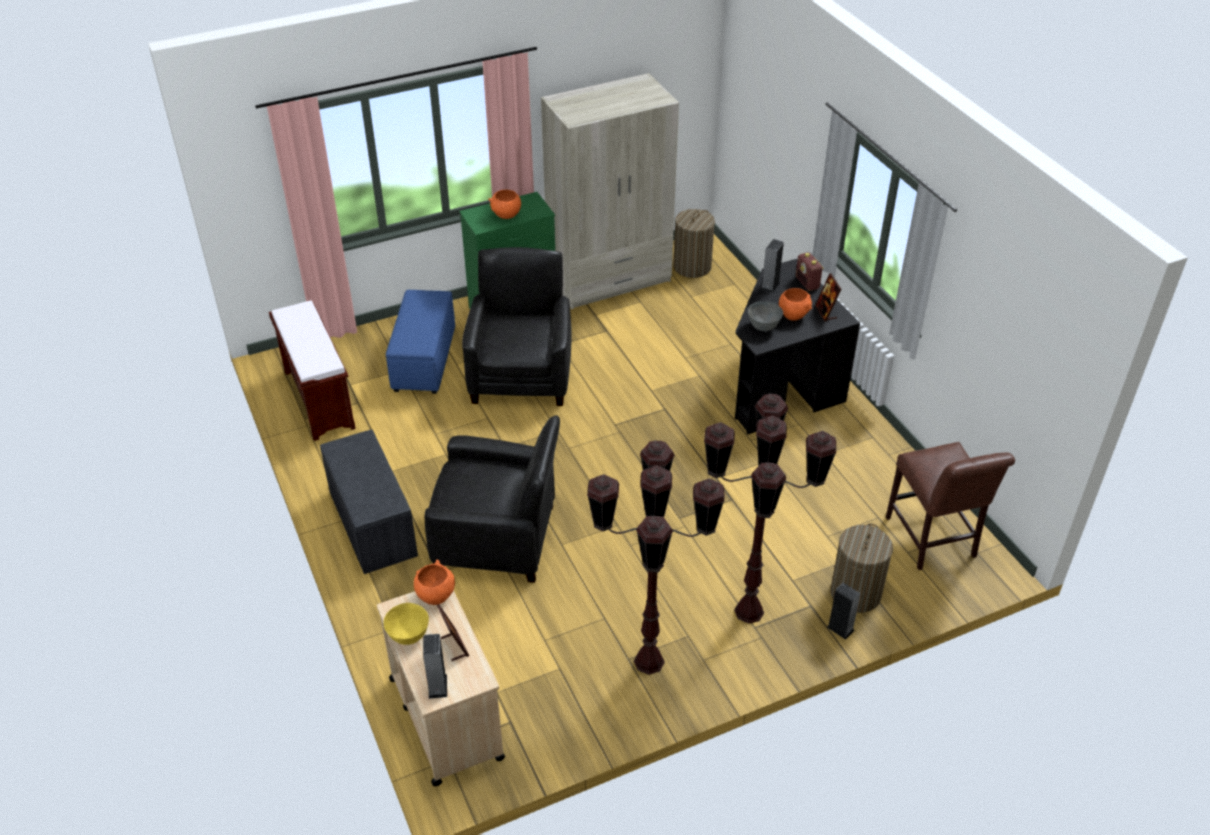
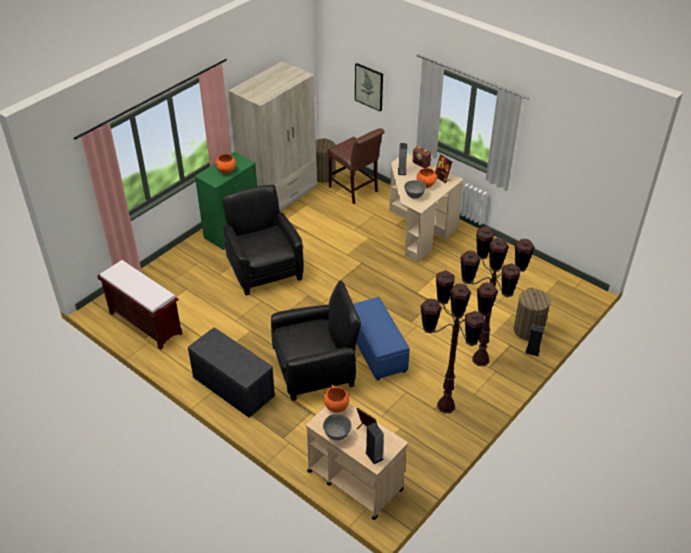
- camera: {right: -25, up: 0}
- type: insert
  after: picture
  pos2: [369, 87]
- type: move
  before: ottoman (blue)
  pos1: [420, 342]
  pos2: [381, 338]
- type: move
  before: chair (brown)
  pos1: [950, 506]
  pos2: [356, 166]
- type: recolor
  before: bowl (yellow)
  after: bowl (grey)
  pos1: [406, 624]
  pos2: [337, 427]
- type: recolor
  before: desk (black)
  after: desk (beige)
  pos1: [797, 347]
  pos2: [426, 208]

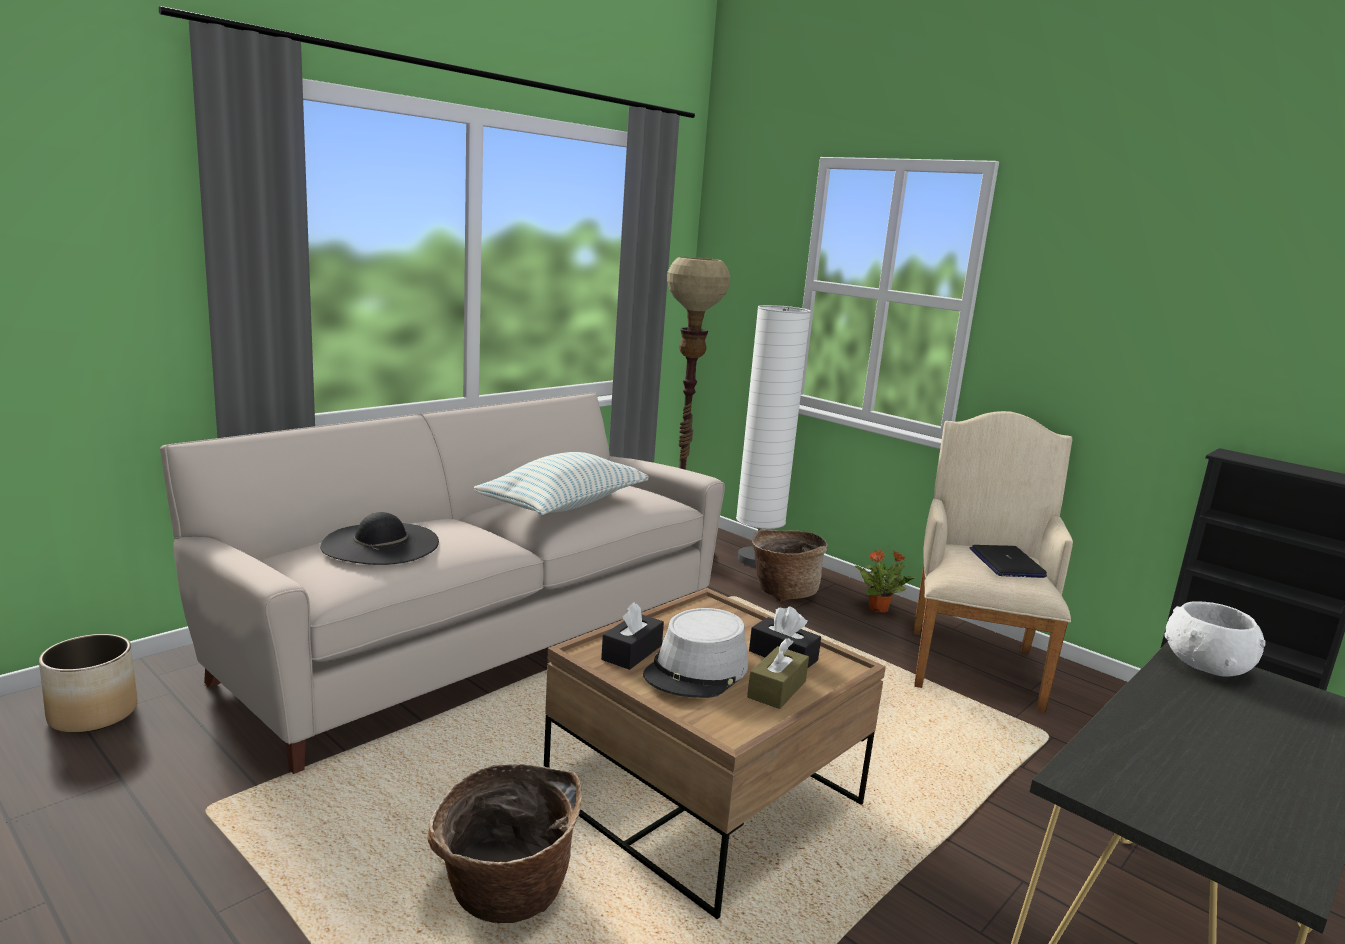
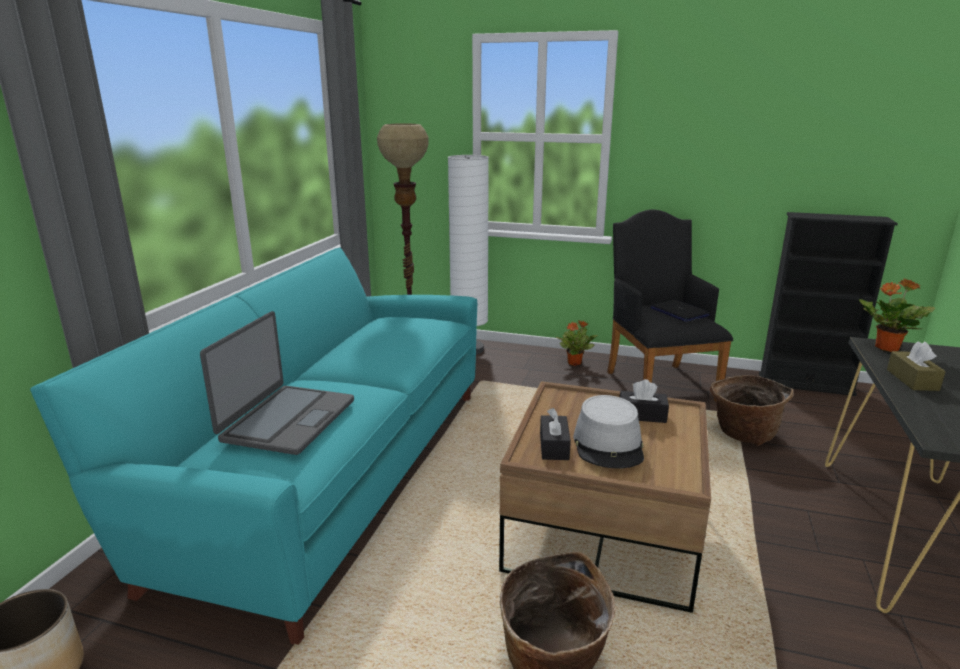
- camera: {right: -25, up: 5}
- type: delete
  before: pillow
  pos1: [561, 483]
- type: move
  before: tissue box (brown)
  pos1: [778, 673]
  pos2: [916, 366]
- type: move
  before: basket
  pos1: [790, 565]
  pos2: [752, 410]
- type: replace
  before: hat (black)
  after: laptop
  pos1: [379, 538]
  pos2: [277, 383]
- type: replace
  before: bowl (white)
  after: potted plant
  pos1: [1215, 639]
  pos2: [897, 315]
- type: recolor
  before: sofa (beige)
  after: sofa (turquoise)
  pos1: [442, 583]
  pos2: [253, 446]
- type: recolor
  before: armchair (beige)
  after: armchair (black)
  pos1: [993, 562]
  pos2: [670, 305]

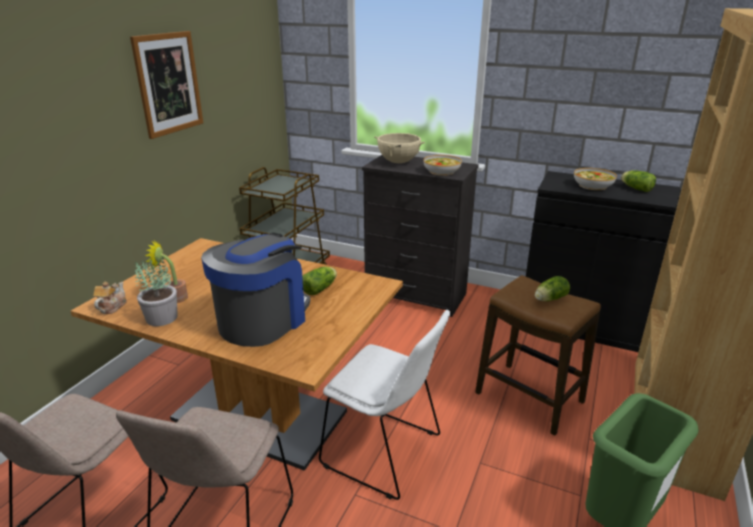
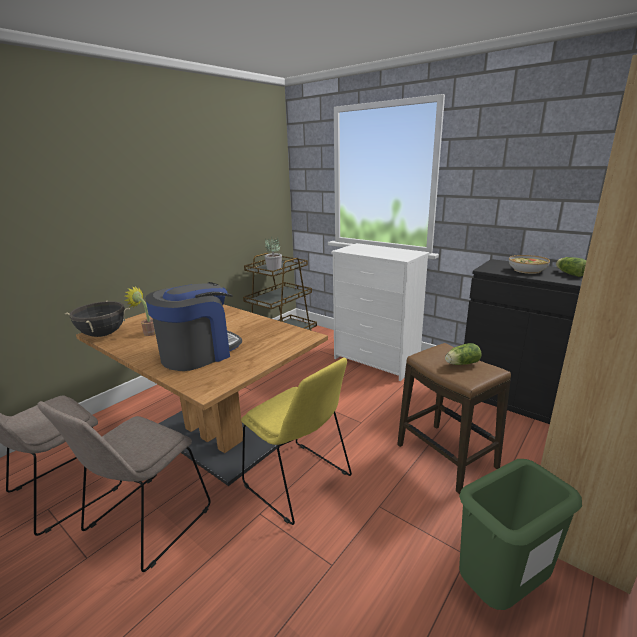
- camera: {right: 15, up: -5}
- type: delete
  before: picture
  pos1: [166, 85]
- type: delete
  before: lettuce
  pos1: [319, 280]
- type: delete
  before: cooking pot (beige)
  pos1: [399, 148]
- type: delete
  before: bowl
  pos1: [442, 165]
- type: move
  before: potted plant
  pos1: [156, 291]
  pos2: [273, 253]
- type: replace
  before: teapot
  after: cooking pot (black)
  pos1: [110, 298]
  pos2: [97, 318]
- type: recolor
  before: chair (white)
  after: chair (yellow)
  pos1: [384, 405]
  pos2: [296, 441]
- type: recolor
  before: dresser (black)
  after: dresser (white)
  pos1: [420, 236]
  pos2: [380, 312]

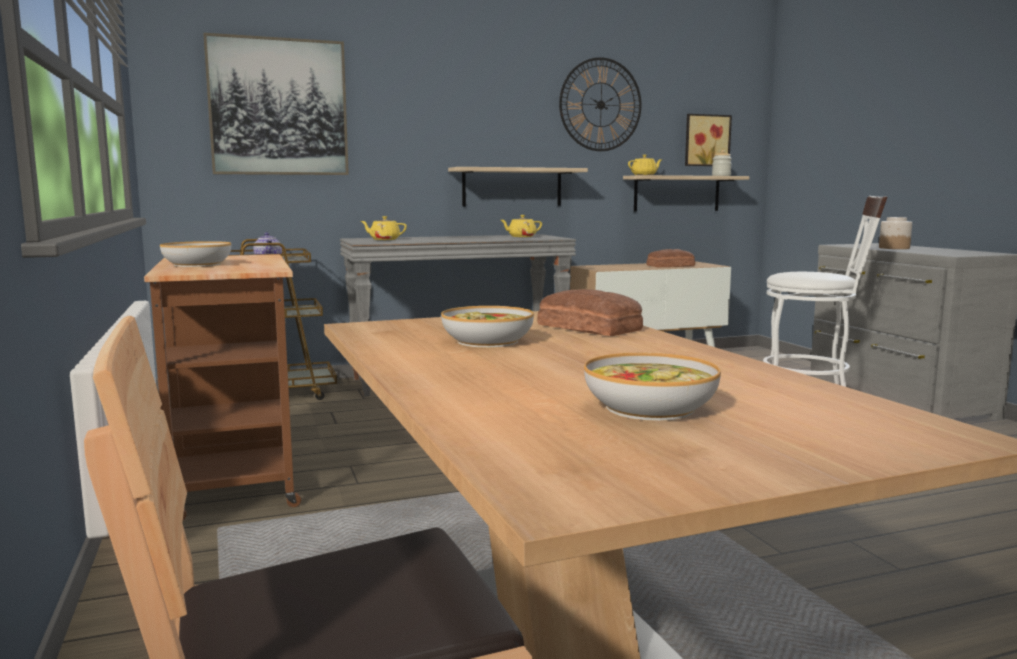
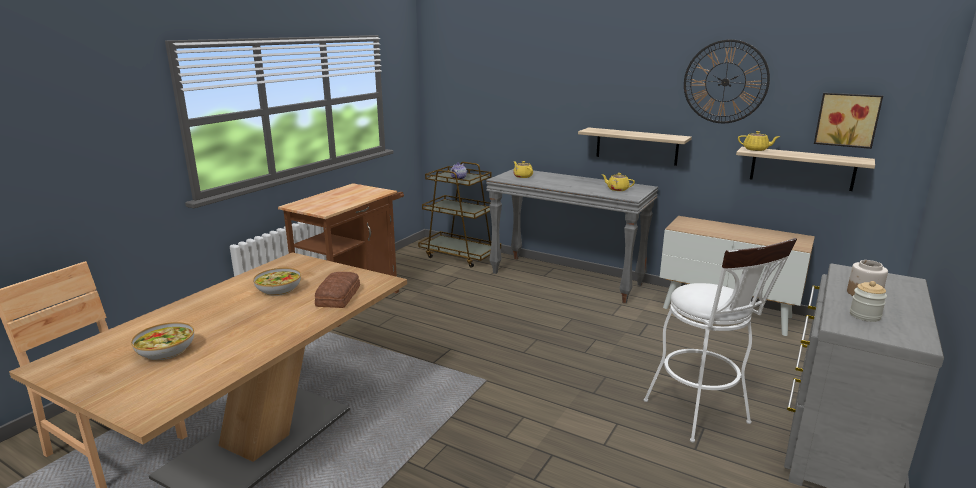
- camera: {right: 50, up: 10}
- type: delete
  before: bowl
  pos1: [195, 254]
- type: delete
  before: picture
  pos1: [276, 104]
- type: delete
  before: bread
  pos1: [671, 258]
- type: move
  before: jar
  pos1: [722, 163]
  pos2: [868, 301]

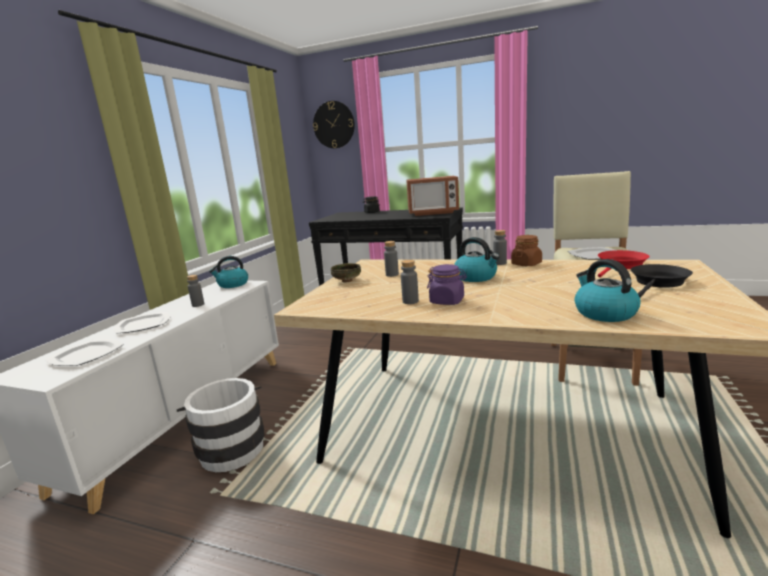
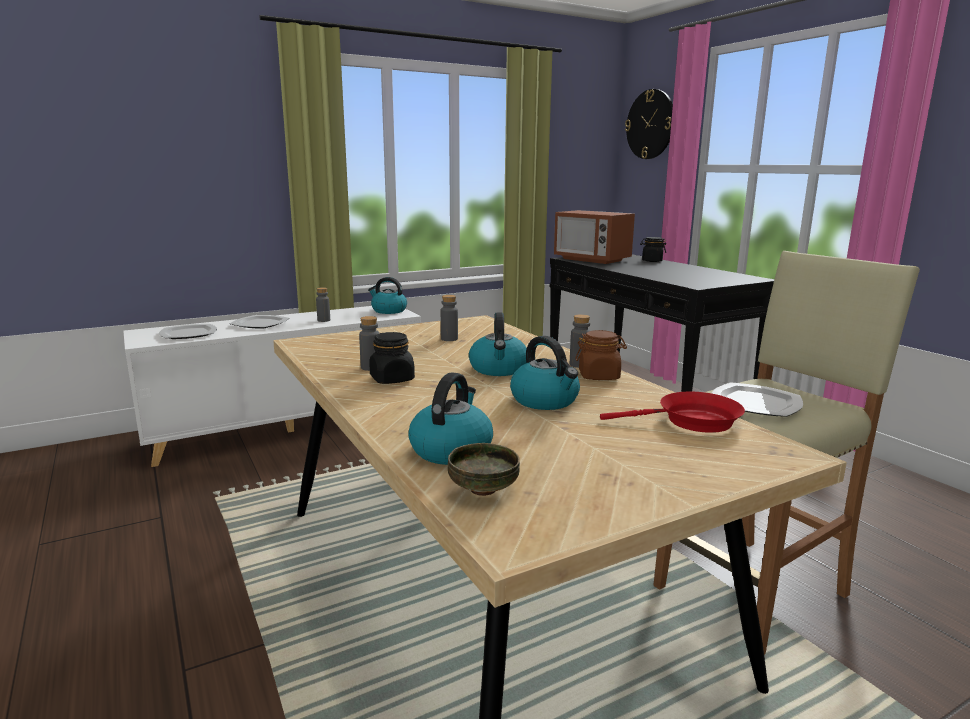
- camera: {right: 40, up: 0}
- type: delete
  before: bucket (white)
  pos1: [220, 425]
- type: delete
  before: frying pan (black)
  pos1: [662, 281]
- type: insert
  after: kettle
  pos2: [545, 373]
- type: move
  before: bowl
  pos1: [346, 273]
  pos2: [484, 469]
- type: move
  before: microwave
  pos1: [432, 196]
  pos2: [594, 237]
- type: recolor
  before: jar (purple)
  after: jar (black)
  pos1: [447, 284]
  pos2: [392, 358]

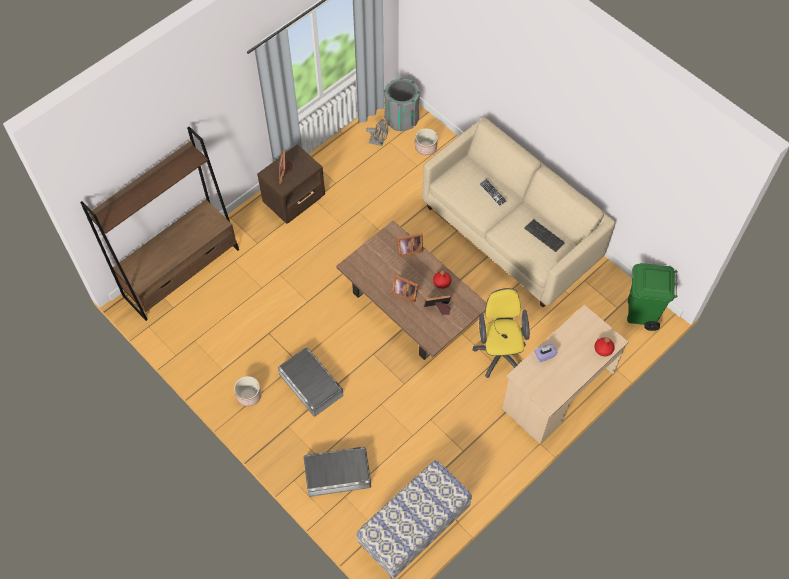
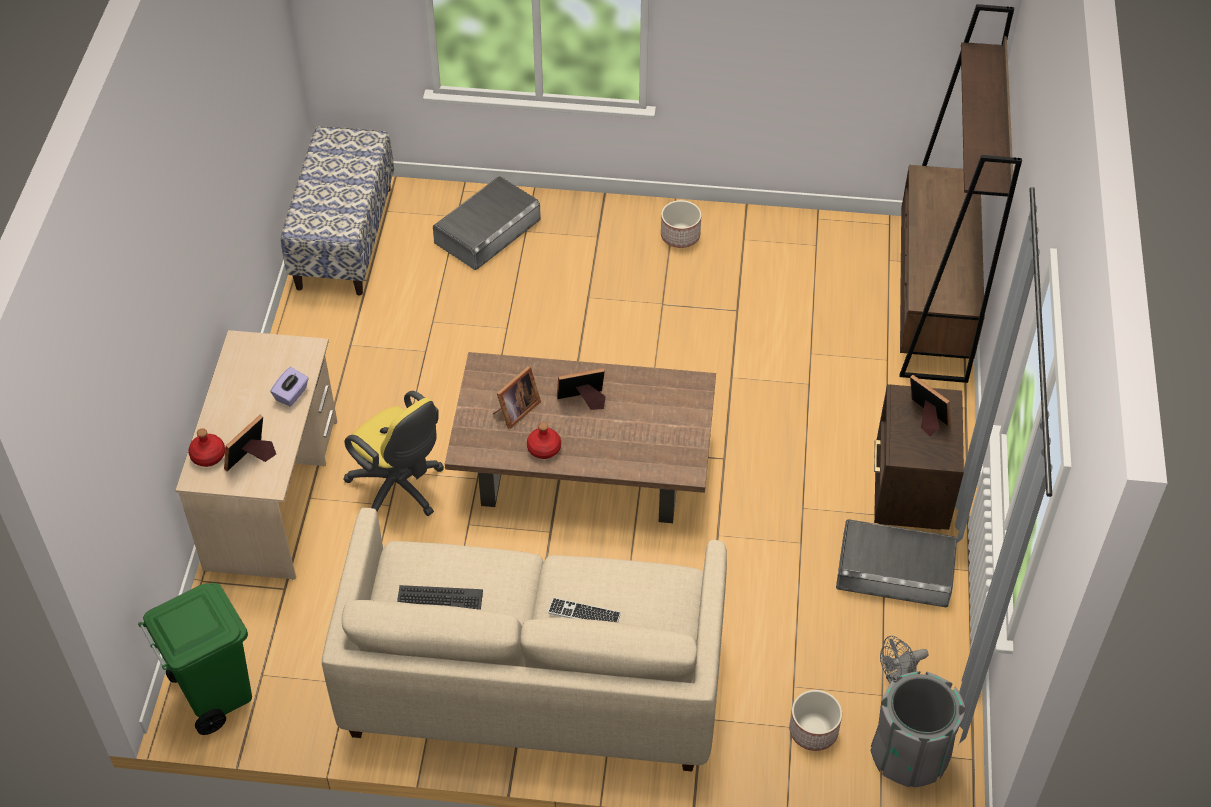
- camera: {right: 140, up: -10}
- type: move
  before: storage box (grey)
  pos1: [310, 382]
  pos2: [896, 563]
- type: move
  before: picture frame
  pos1: [410, 245]
  pos2: [250, 443]

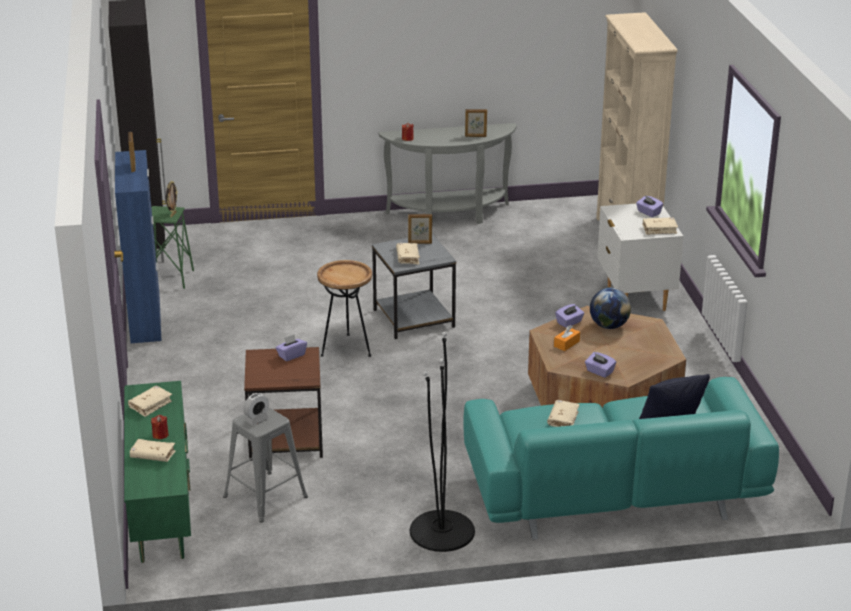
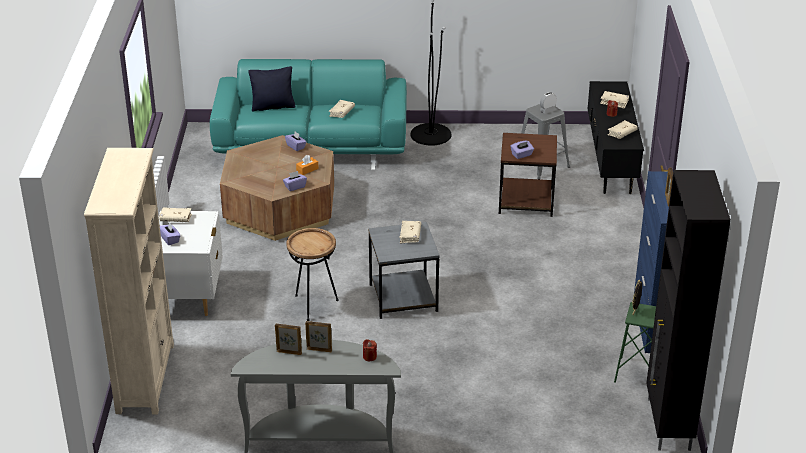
- camera: {right: -170, up: 5}
- type: delete
  before: globe
  pos1: [610, 308]
- type: move
  before: side table (brown)
  pos1: [344, 308]
  pos2: [312, 274]
- type: move
  before: picture frame
  pos1: [420, 229]
  pos2: [318, 336]
- type: recolor
  before: tv stand (green)
  after: tv stand (black)
  pos1: [157, 472]
  pos2: [616, 137]

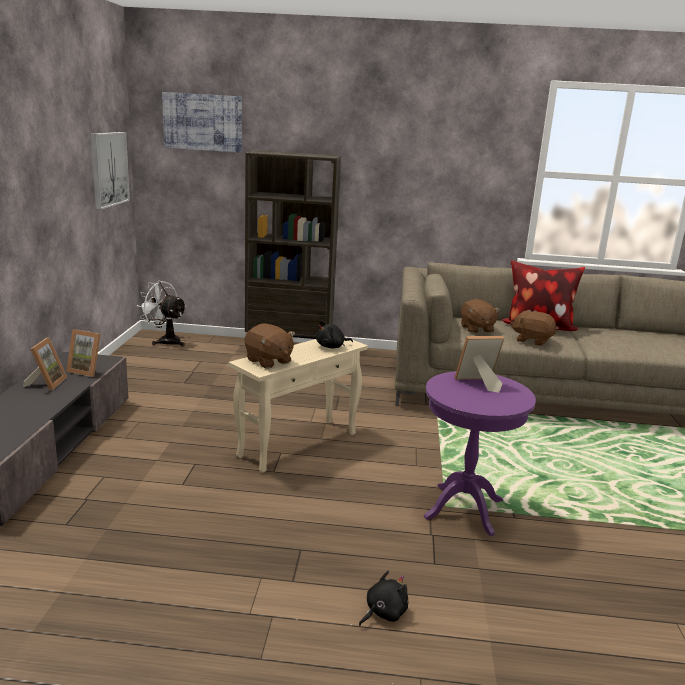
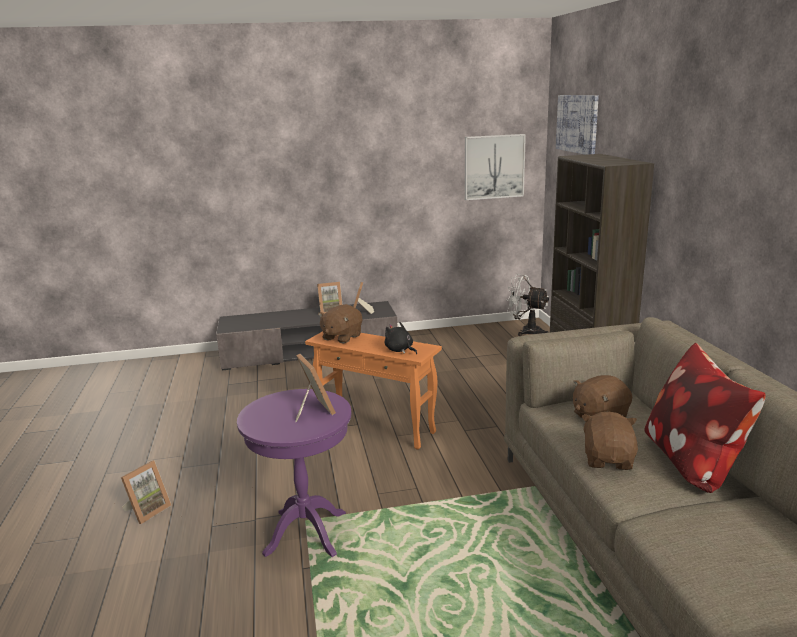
- camera: {right: 75, up: 0}
- type: replace
  before: plush toy (black)
  after: picture frame
  pos1: [383, 598]
  pos2: [146, 492]
- type: recolor
  before: side table (beige)
  after: side table (orange)
  pos1: [298, 405]
  pos2: [373, 390]
- type: rotate
  before: fan (white)
  pos1: [162, 314]
  pos2: [528, 305]
  turn: -75

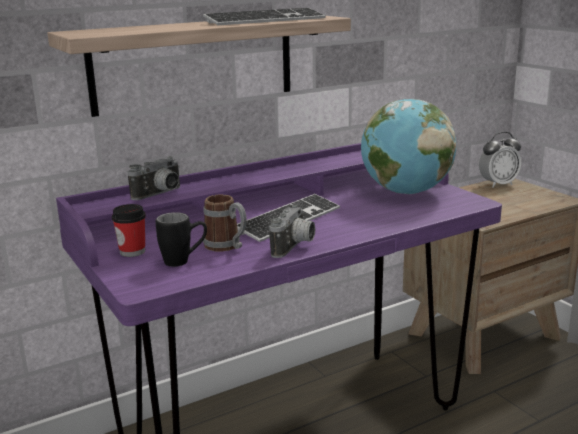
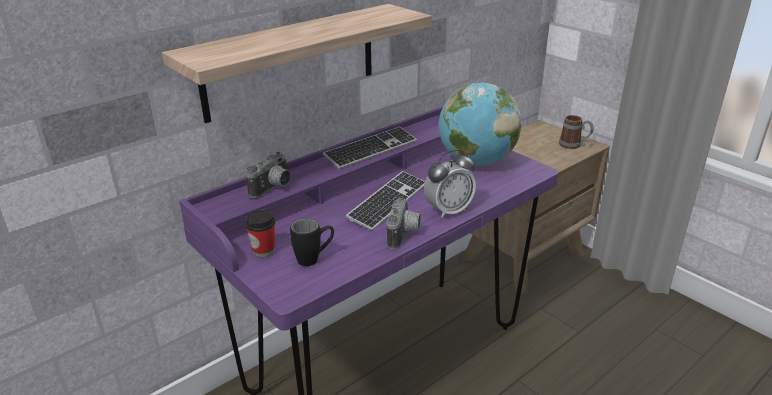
- camera: {right: -10, up: 10}
- type: move
  before: keyboard
  pos1: [264, 16]
  pos2: [370, 148]
- type: move
  before: mug
  pos1: [225, 223]
  pos2: [576, 132]
- type: move
  before: alarm clock
  pos1: [500, 160]
  pos2: [450, 184]

